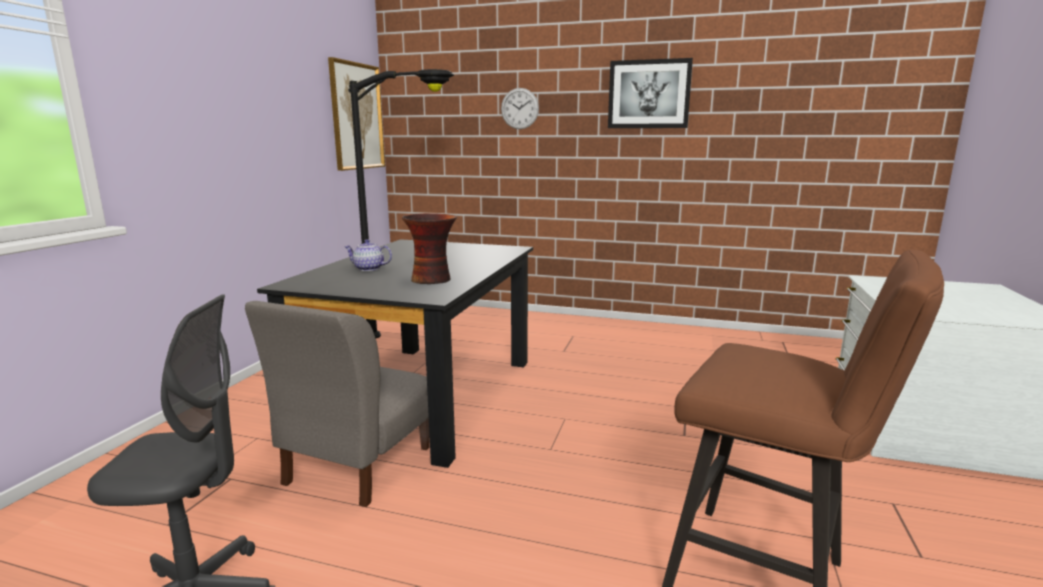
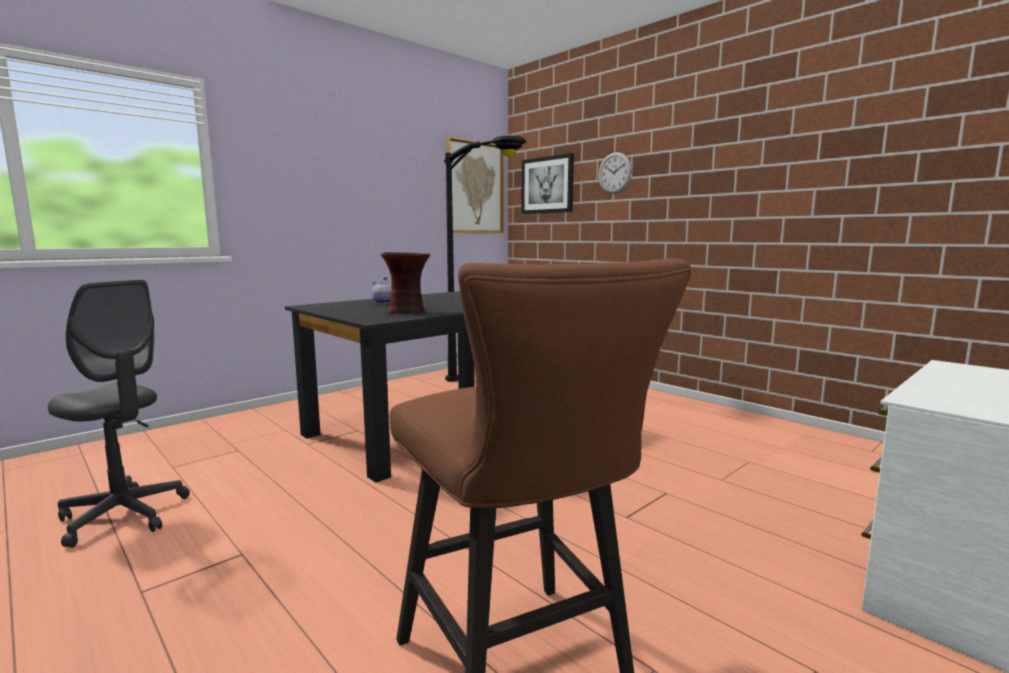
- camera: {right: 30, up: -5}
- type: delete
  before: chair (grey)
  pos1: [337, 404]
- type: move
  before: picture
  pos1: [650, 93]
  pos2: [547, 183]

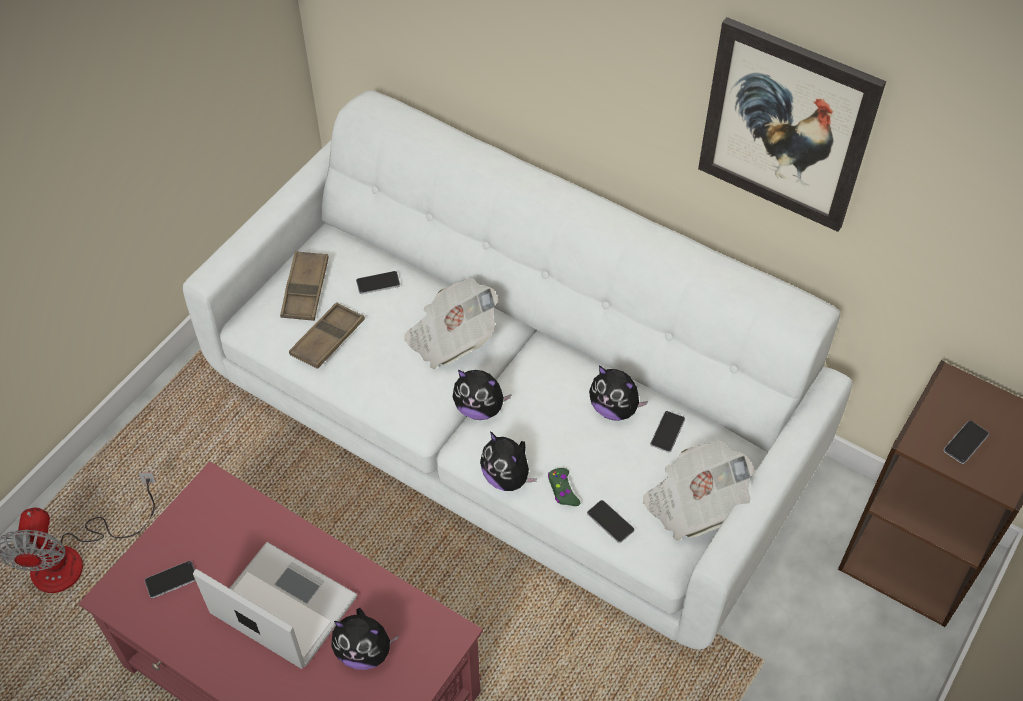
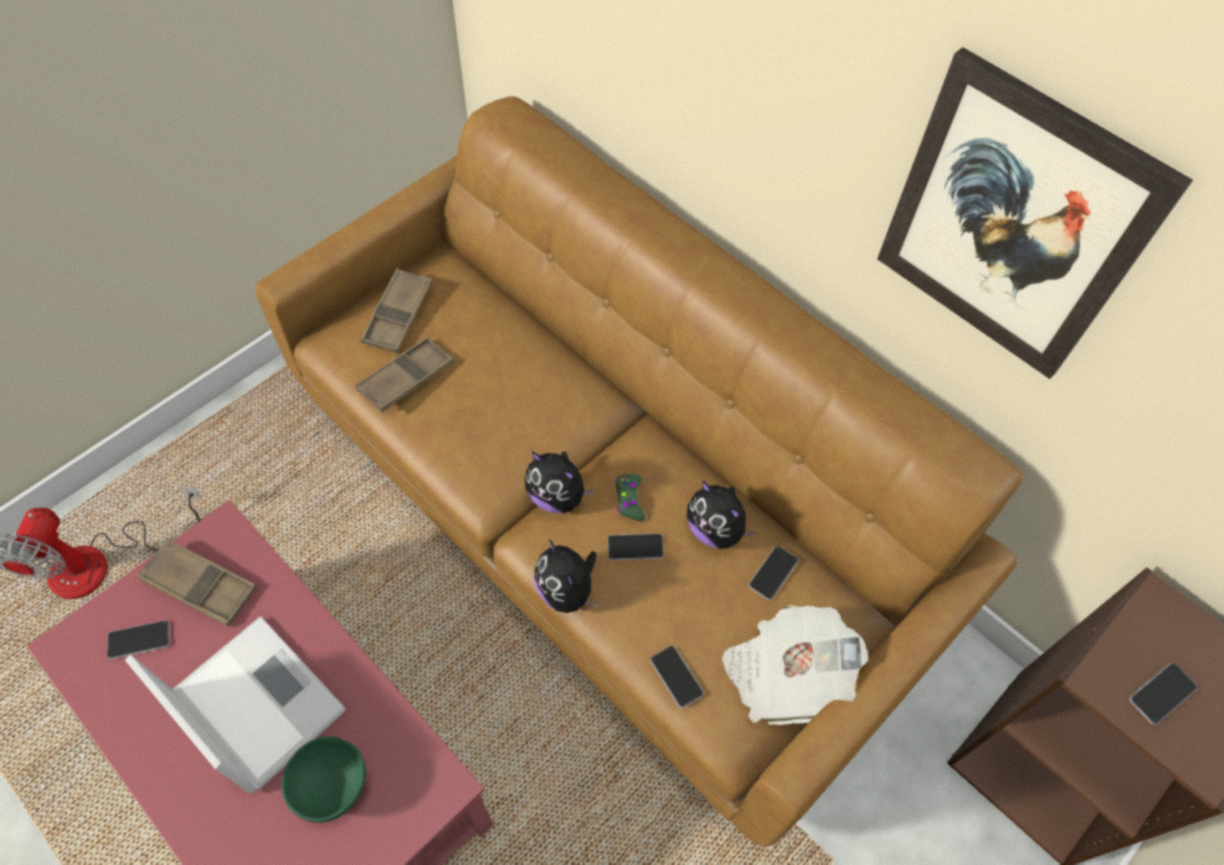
- camera: {right: 10, up: 5}
- type: delete
  before: newspaper
  pos1: [451, 323]
- type: insert
  after: tray (brown)
  pos2: [197, 583]
- type: move
  before: phone
  pos1: [378, 282]
  pos2: [636, 547]
- type: move
  before: game controller (green)
  pos1: [564, 487]
  pos2: [630, 497]
- type: replace
  before: plush toy
  after: bowl (green)
  pos1: [365, 639]
  pos2: [324, 779]
- type: recolor
  before: sofa (white)
  after: sofa (brown)
  pos1: [517, 370]
  pos2: [639, 471]

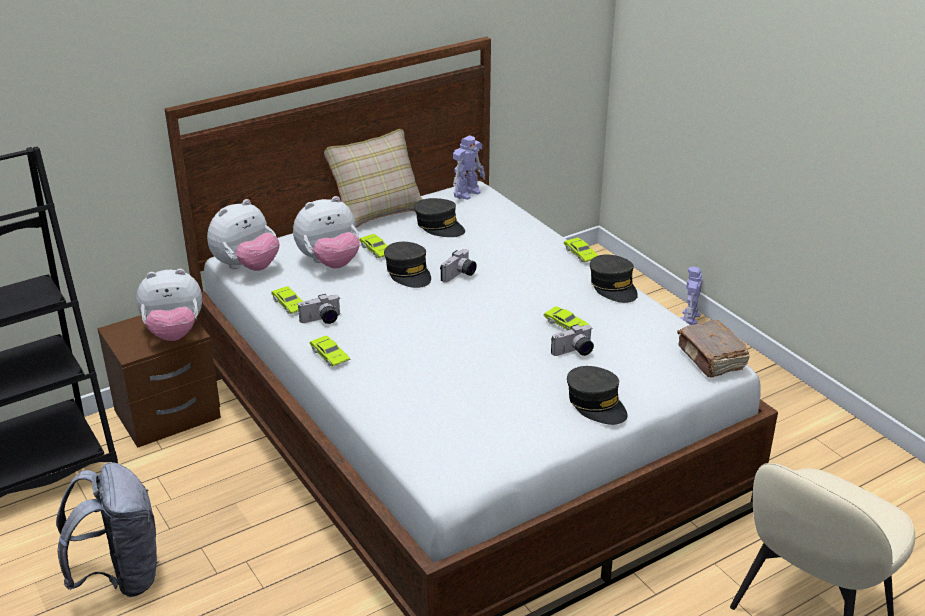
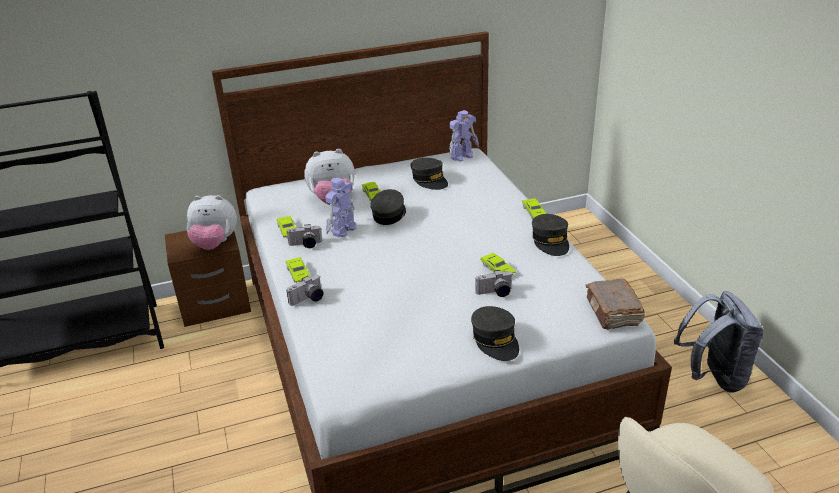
- camera: {right: 15, up: 0}
- type: delete
  before: plush toy
  pos1: [243, 235]
- type: delete
  before: pillow (beige)
  pos1: [373, 178]
- type: move
  before: backpack (grey)
  pos1: [107, 529]
  pos2: [718, 341]
- type: move
  before: photo camera
  pos1: [458, 266]
  pos2: [305, 290]
- type: move
  before: toy robot
  pos1: [691, 296]
  pos2: [340, 207]
- type: rotate
  before: cap (grey)
  pos1: [407, 265]
  pos2: [388, 207]
  turn: -150

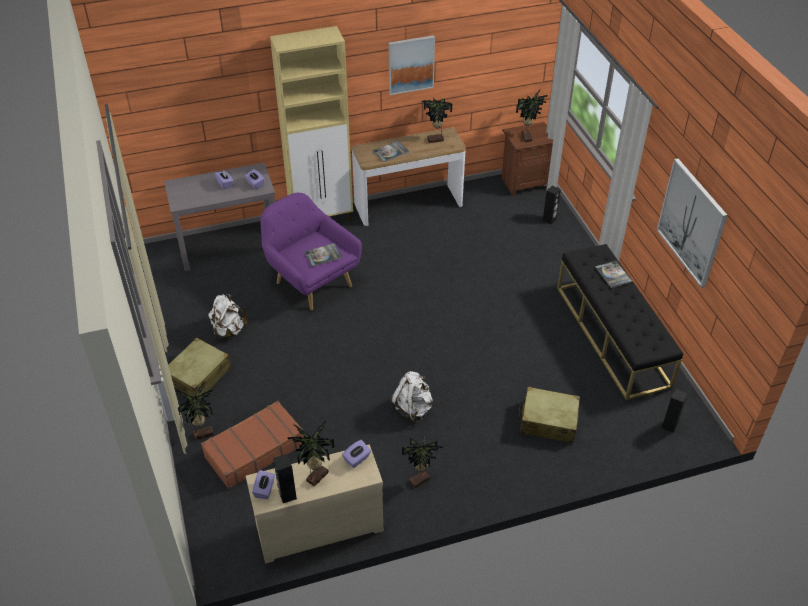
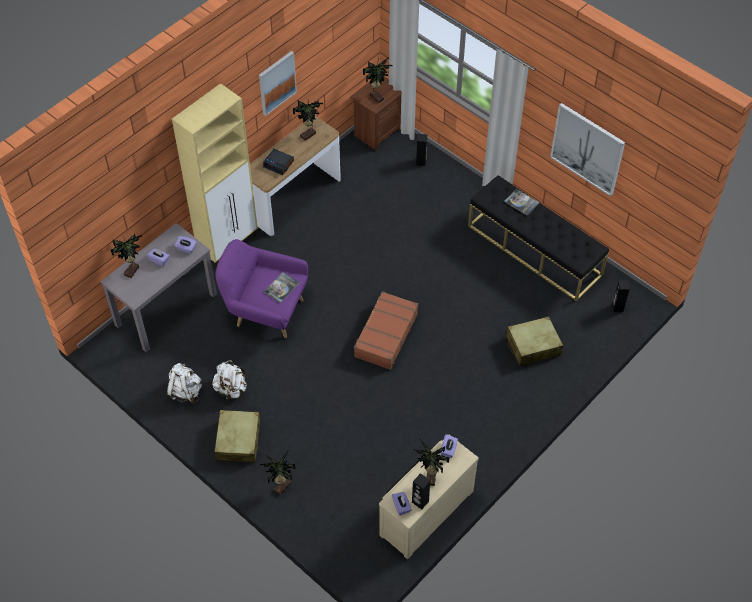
- camera: {right: -30, up: 10}
- type: move
  before: suitcase (brown)
  pos1: [252, 445]
  pos2: [386, 330]
- type: move
  before: backpack (white)
  pos1: [412, 396]
  pos2: [184, 383]
- type: move
  before: potted plant
  pos1: [422, 461]
  pos2: [126, 256]
- type: replace
  before: book
  after: alarm clock
  pos1: [391, 151]
  pos2: [278, 162]

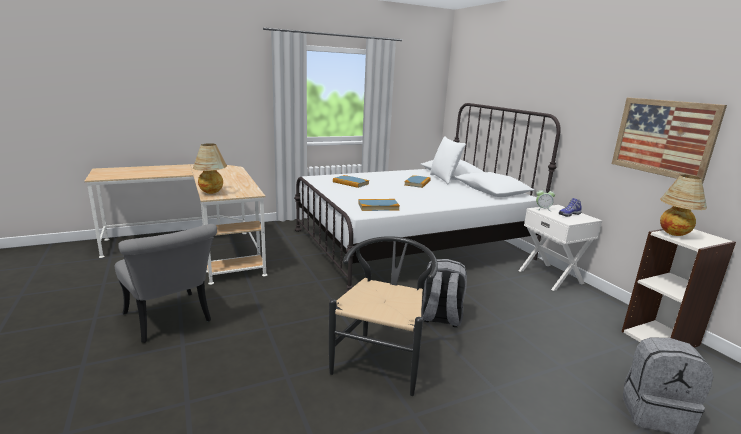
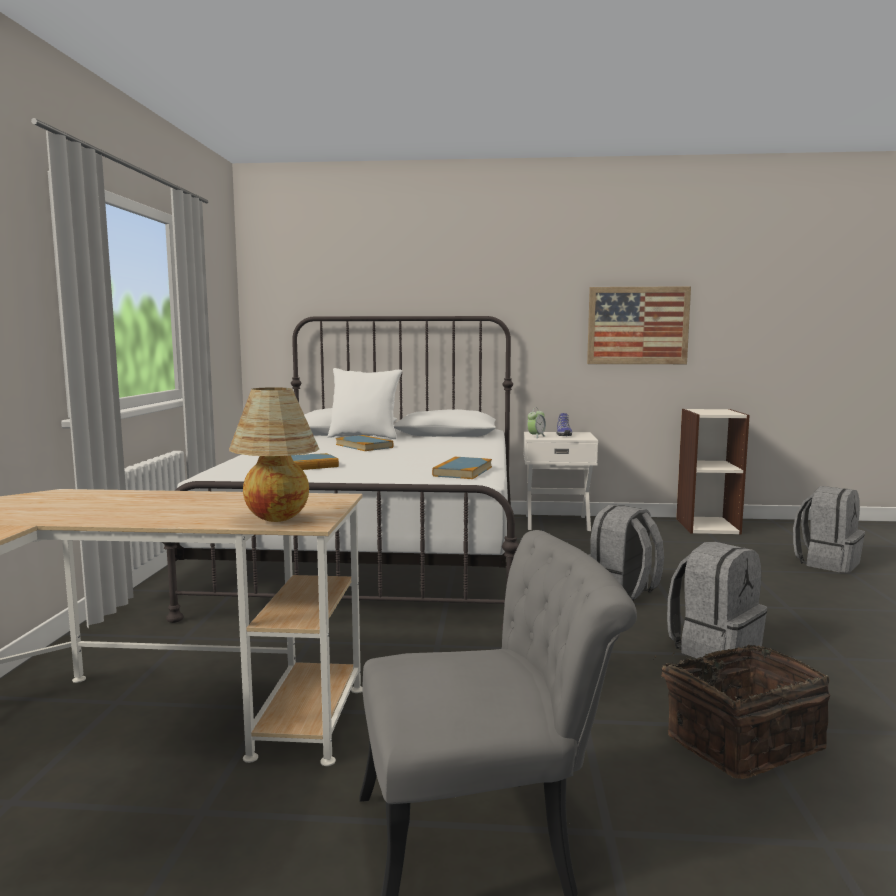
- camera: {right: -60, up: -10}
- type: delete
  before: table lamp
  pos1: [683, 205]
- type: insert
  after: basket
  pos2: [741, 712]
- type: replace
  before: chair (black)
  after: backpack (grey)
  pos1: [383, 316]
  pos2: [717, 600]

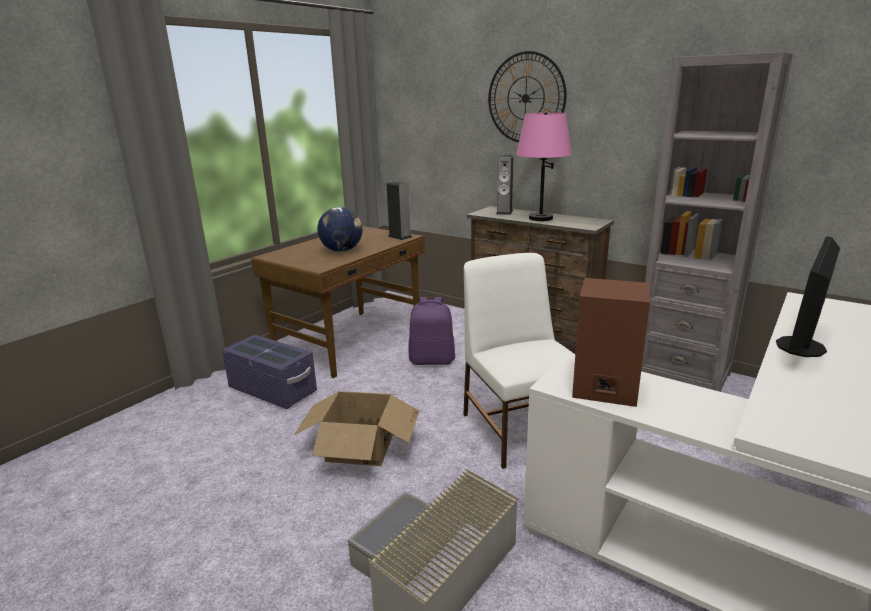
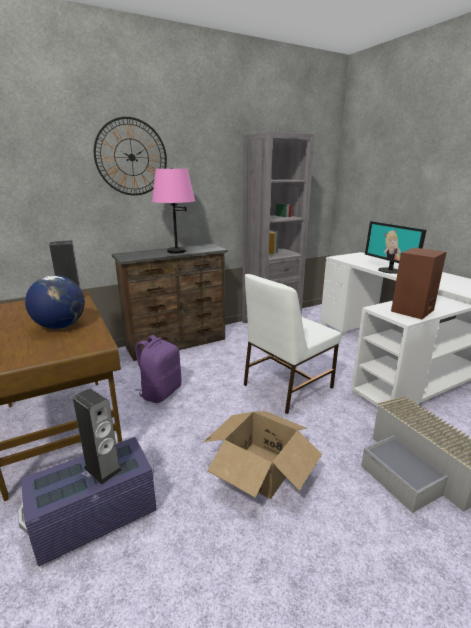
- camera: {right: -65, up: 0}
- type: move
  before: speaker
  pos1: [504, 185]
  pos2: [97, 436]
- type: rotate
  before: chair (white)
  pos1: [518, 361]
  pos2: [292, 344]
  turn: -45

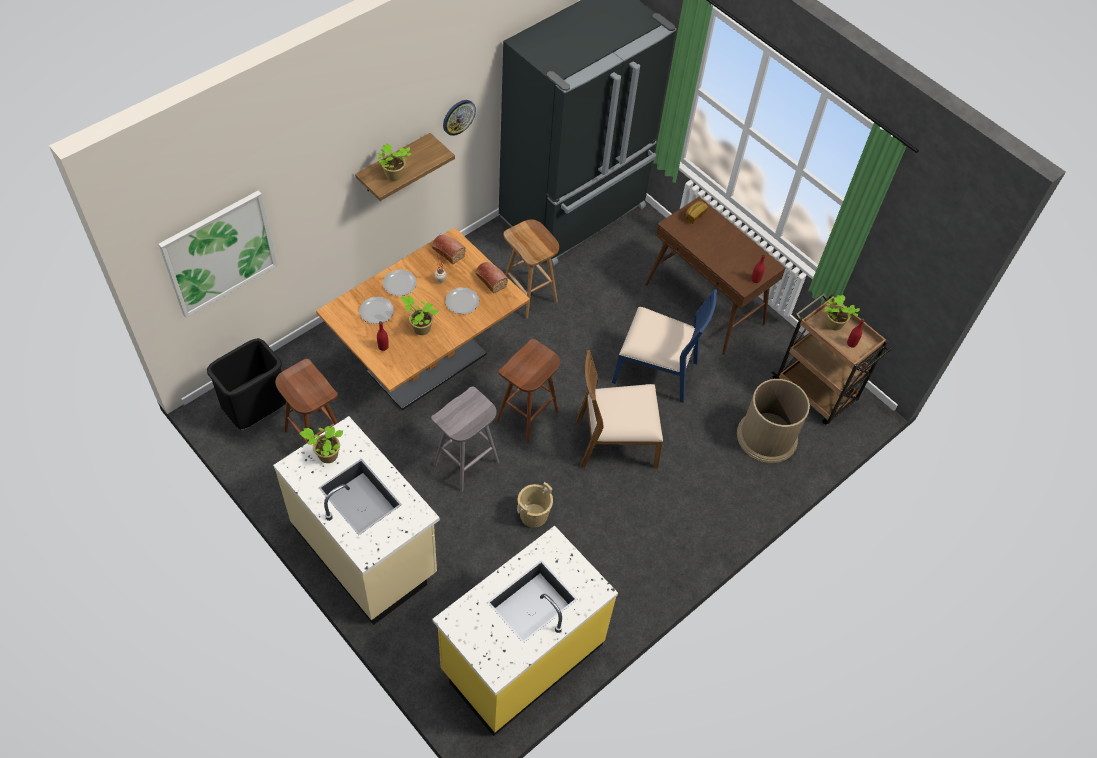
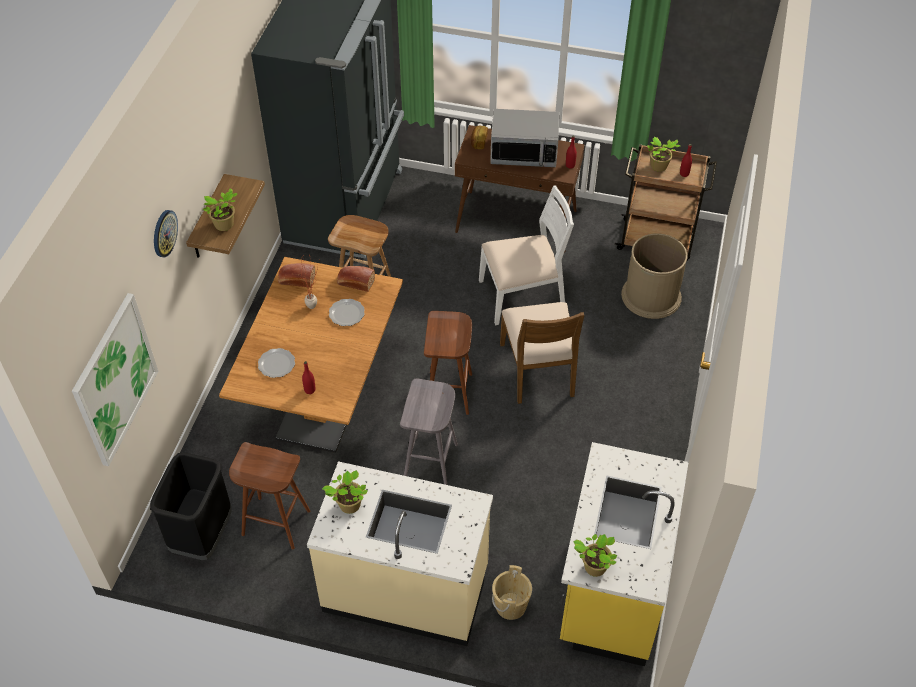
- camera: {right: -30, up: -5}
- type: delete
  before: plate
  pos1: [400, 282]
- type: insert
  after: microwave
  pos2: [524, 138]
- type: move
  before: potted plant
  pos1: [420, 315]
  pos2: [595, 555]
- type: move
  before: wall clock
  pos1: [459, 118]
  pos2: [166, 233]
- type: move
  before: bucket (beige)
  pos1: [535, 505]
  pos2: [512, 592]
- type: recolor
  before: chair (blue)
  after: chair (white)
  pos1: [665, 346]
  pos2: [526, 255]
- type: rotate
  before: chair (brown)
  pos1: [619, 409]
  pos2: [542, 353]
  turn: -60

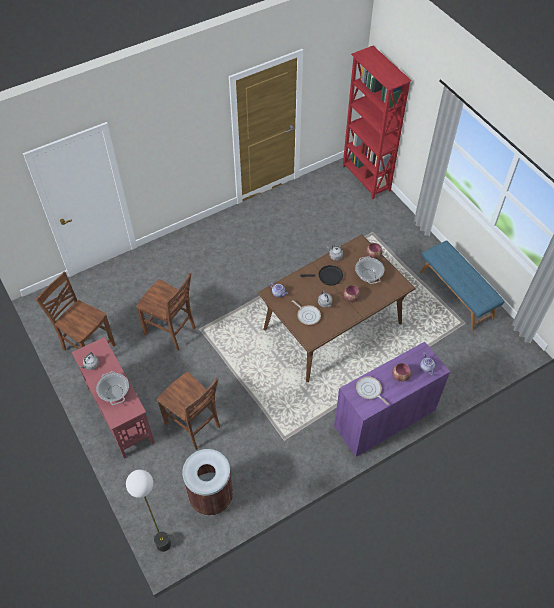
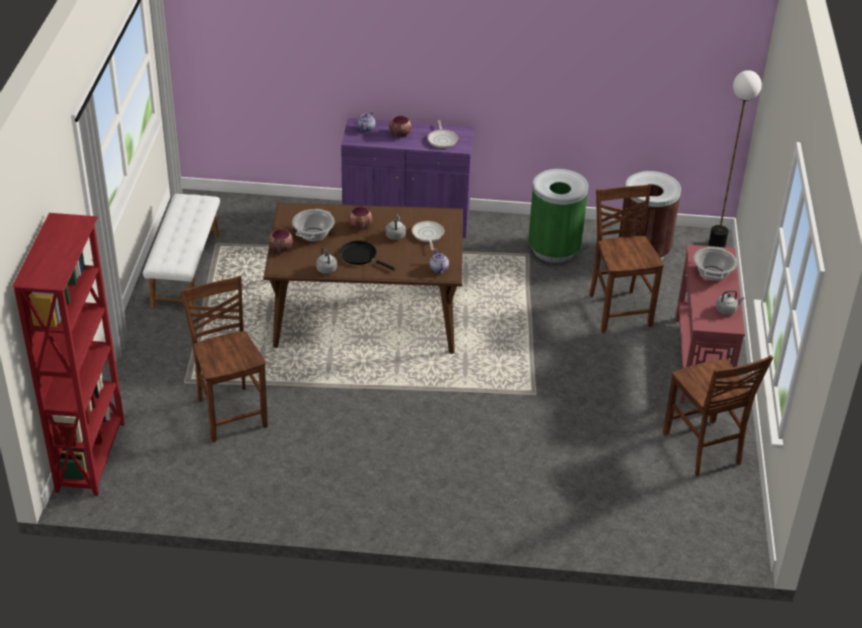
- camera: {right: -145, up: -15}
- type: insert
  after: trash can (green)
  pos2: [558, 216]
- type: move
  before: chair (brown)
  pos1: [166, 312]
  pos2: [224, 359]
- type: recolor
  before: bench (blue)
  after: bench (white)
  pos1: [462, 285]
  pos2: [181, 253]

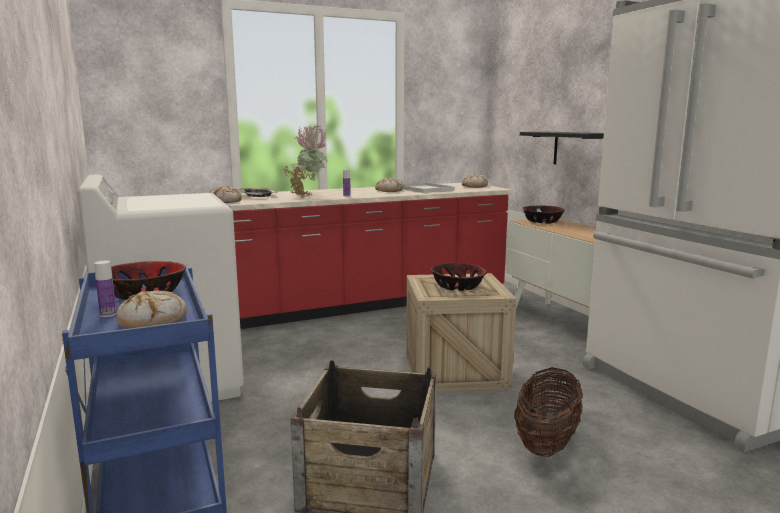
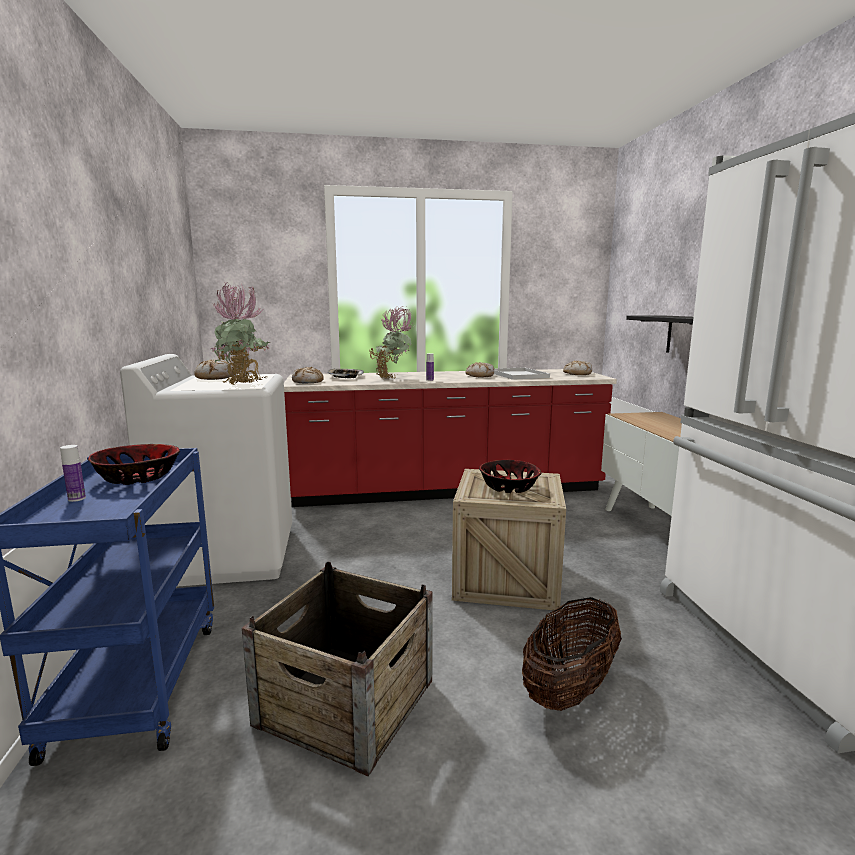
- camera: {right: 15, up: 0}
- type: delete
  before: bowl
  pos1: [543, 214]
- type: insert
  after: potted plant
  pos2: [240, 333]
- type: move
  before: bread
  pos1: [151, 309]
  pos2: [214, 369]

